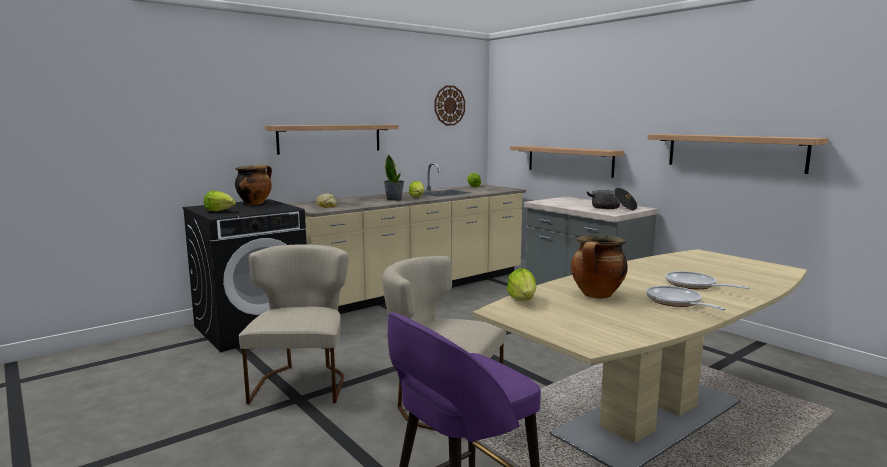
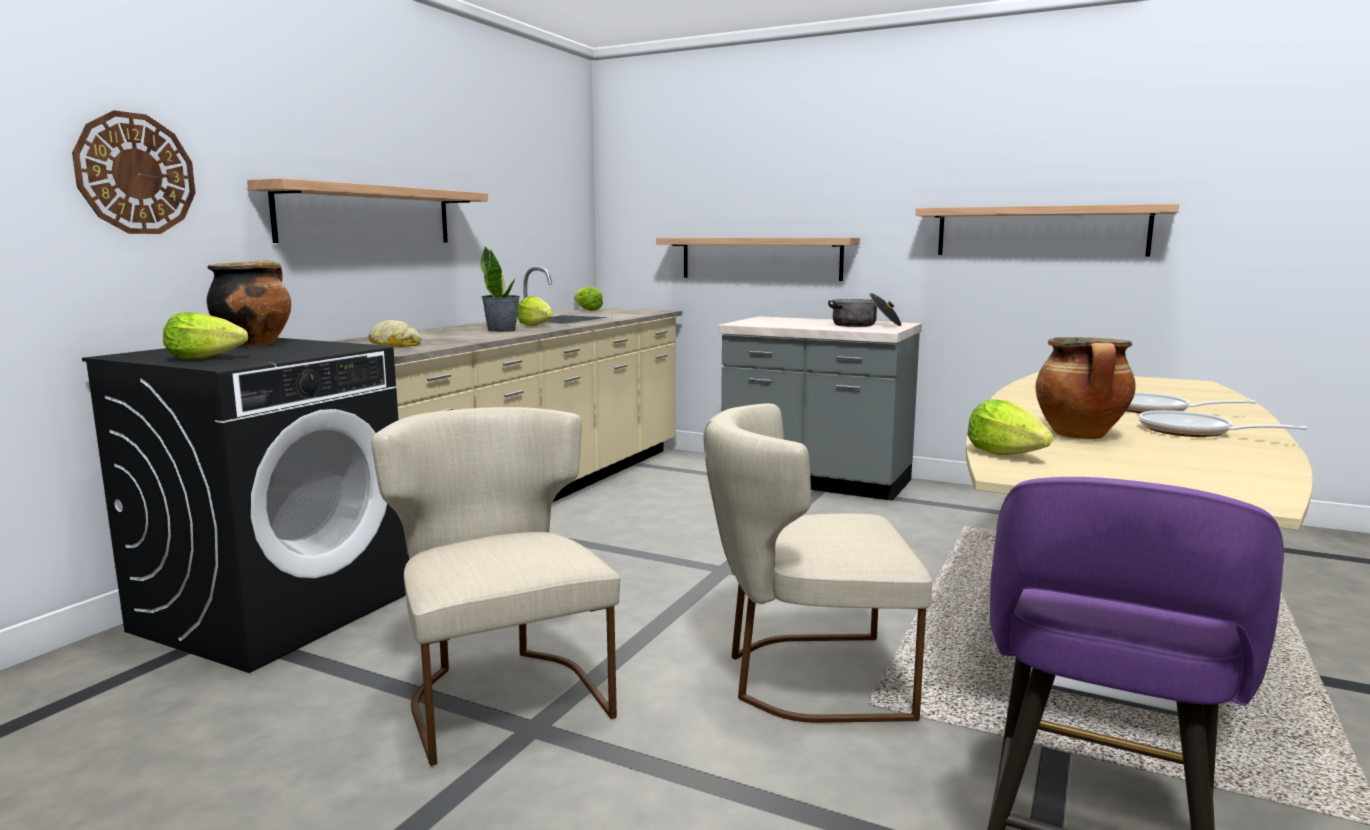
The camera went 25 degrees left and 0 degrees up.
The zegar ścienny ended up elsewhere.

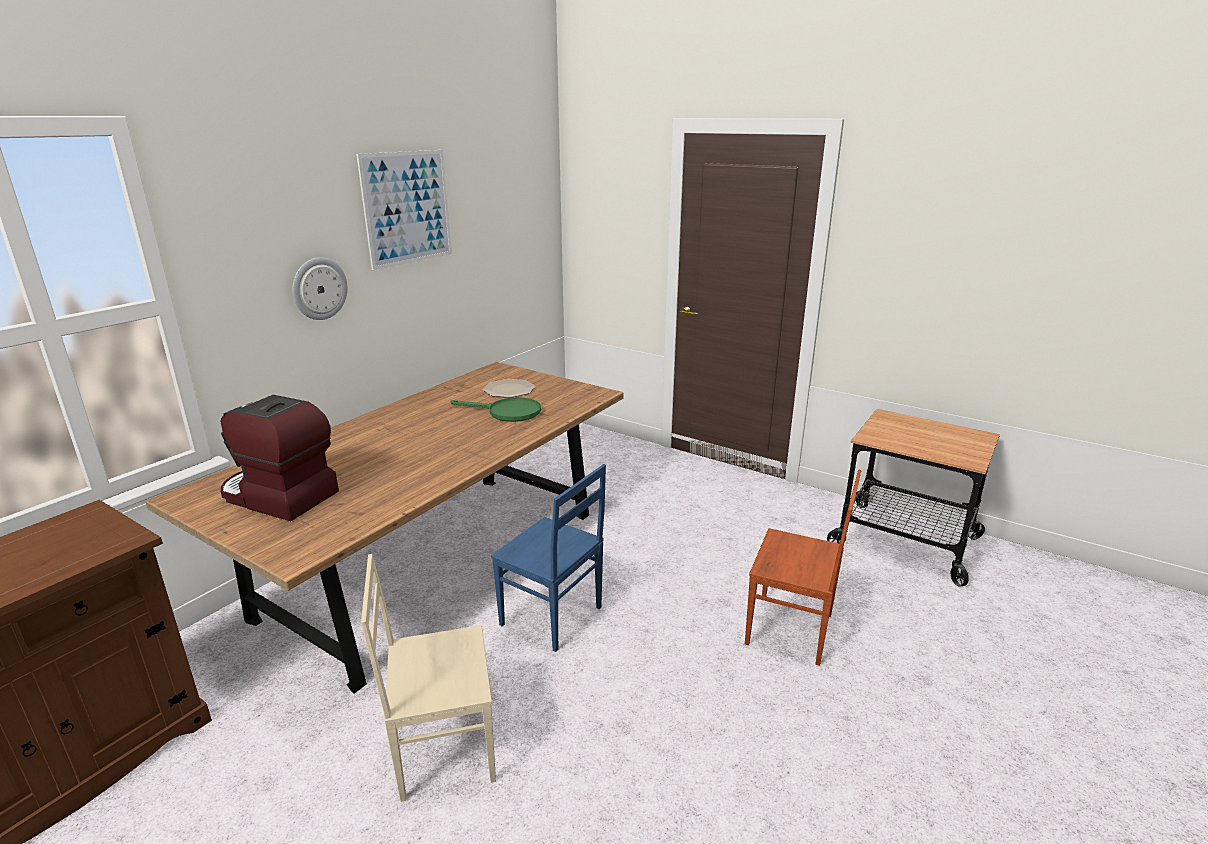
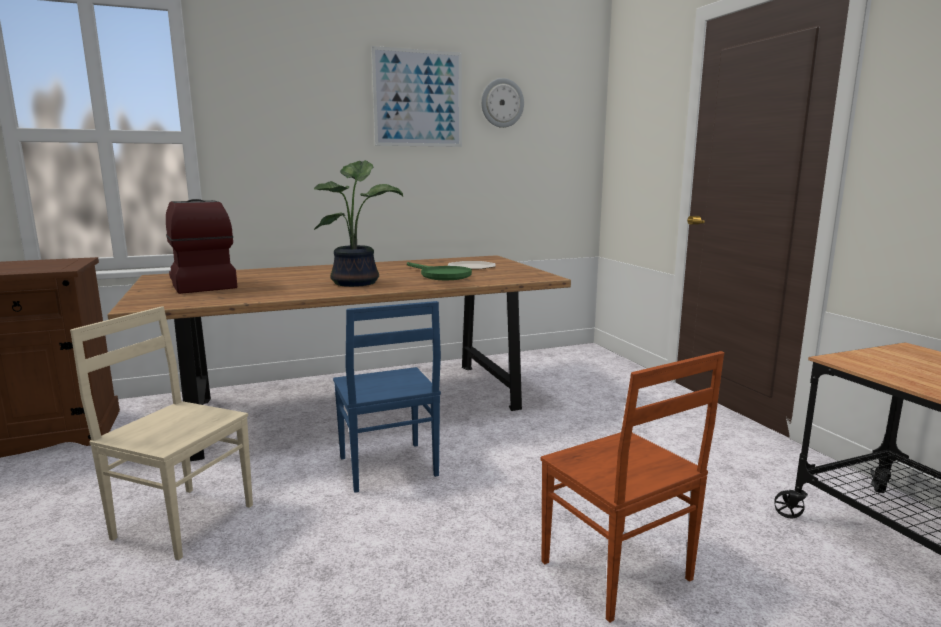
The camera went 35 degrees right and 10 degrees down.
The second view gained the roślina doniczkowa.
The zegar ścienny ended up elsewhere.

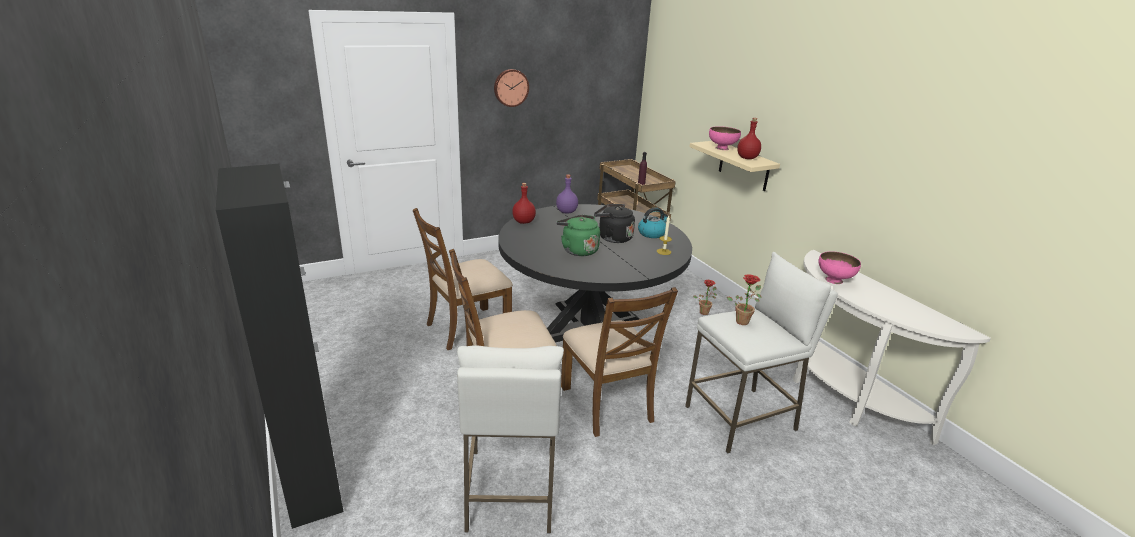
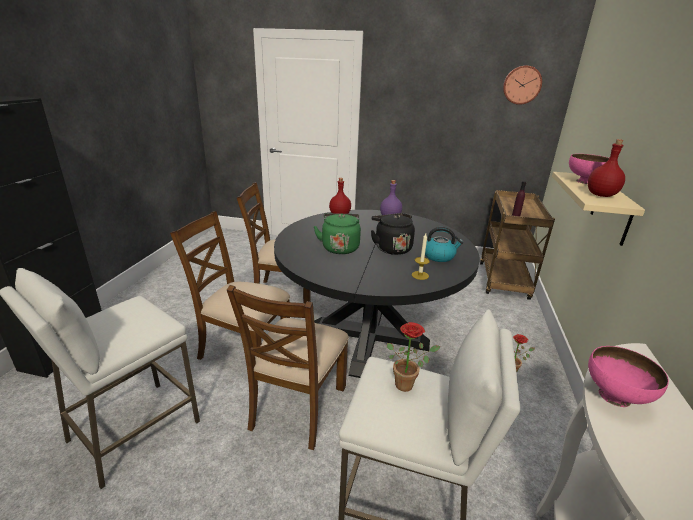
The camera went 40 degrees right and 0 degrees up.
The zegar ścienny ended up elsewhere.

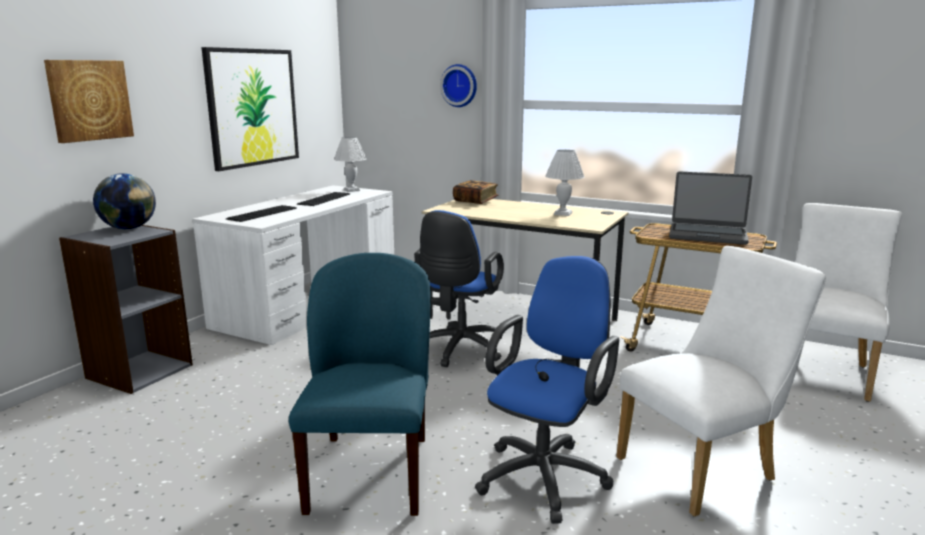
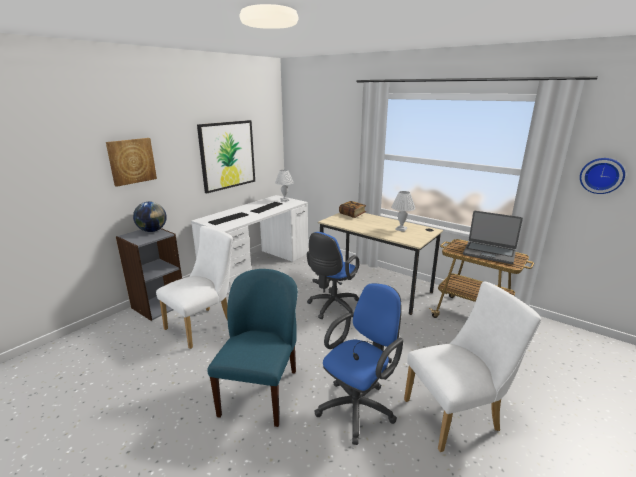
The camera went 10 degrees right and 5 degrees up.
The zegar ścienny ended up elsewhere.
The krzesło (biały) (no. 2 from left in the first image) ended up elsewhere.

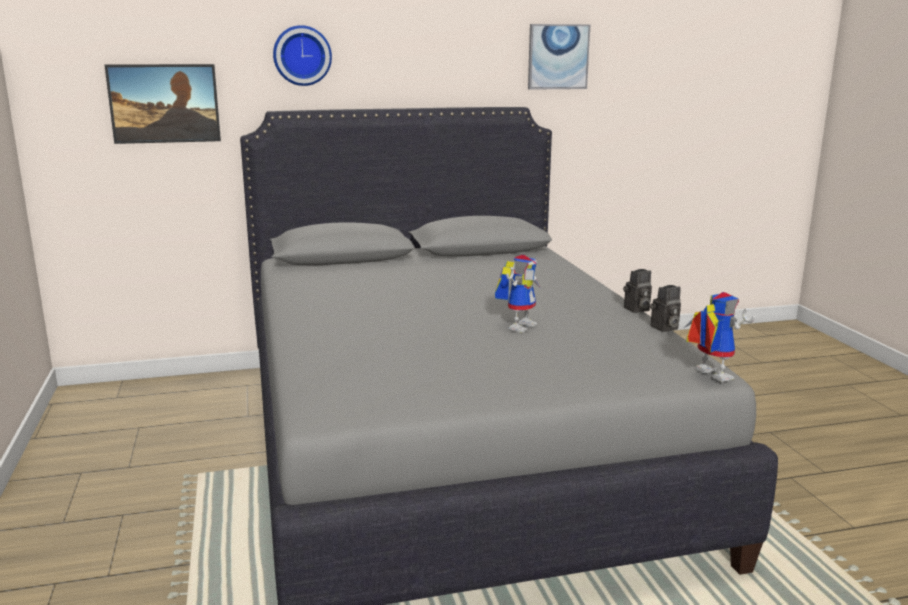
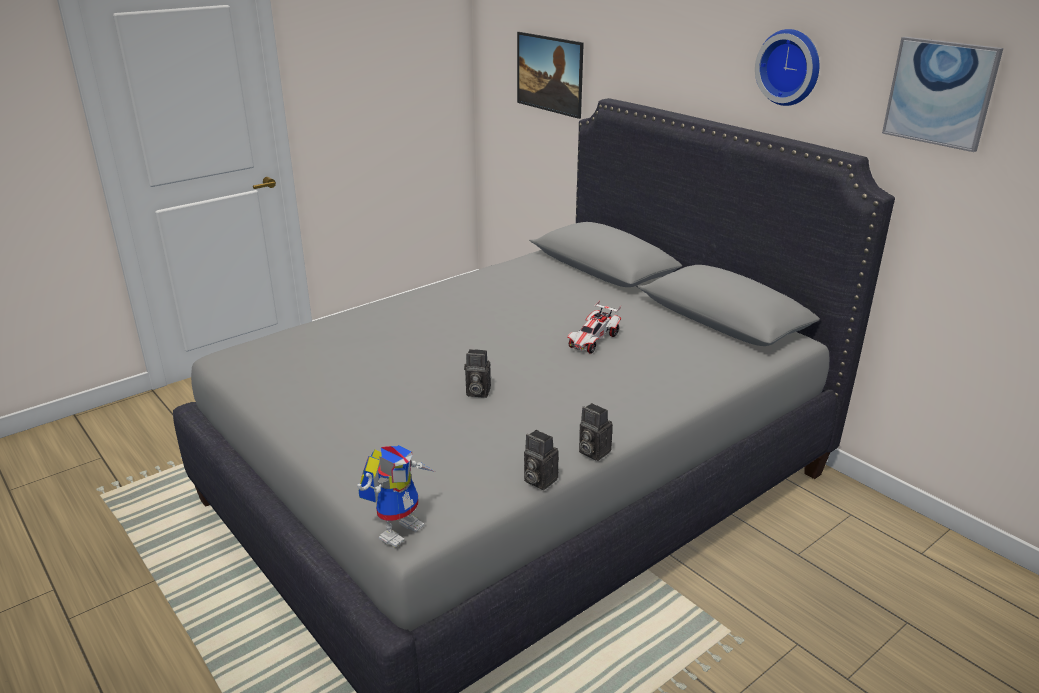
The camera went 65 degrees right and 10 degrees up.
The second view gained the samochodzik.
The zegar ścienny ended up elsewhere.
Where the robot zabawkowy (no. 1 from left) stood, the aparat fotograficzny (no. 1 from left) came to stand.

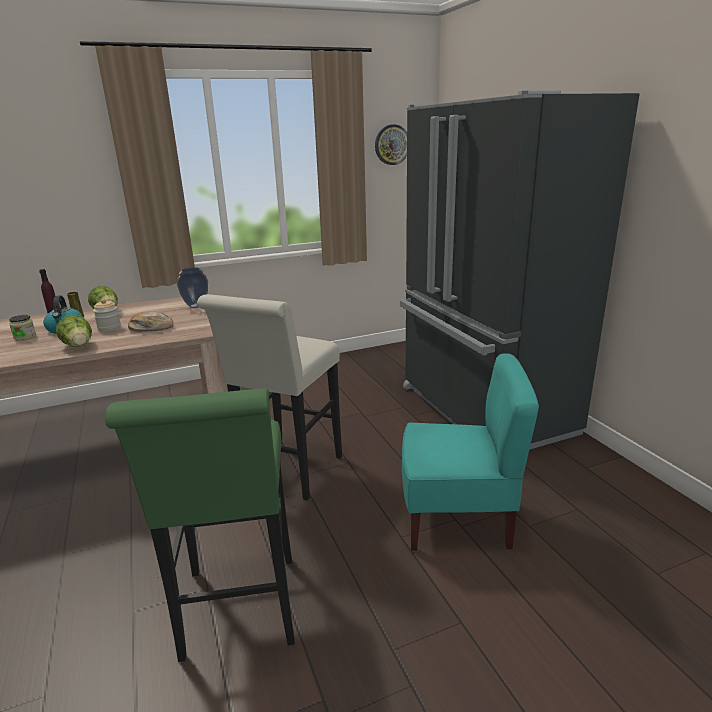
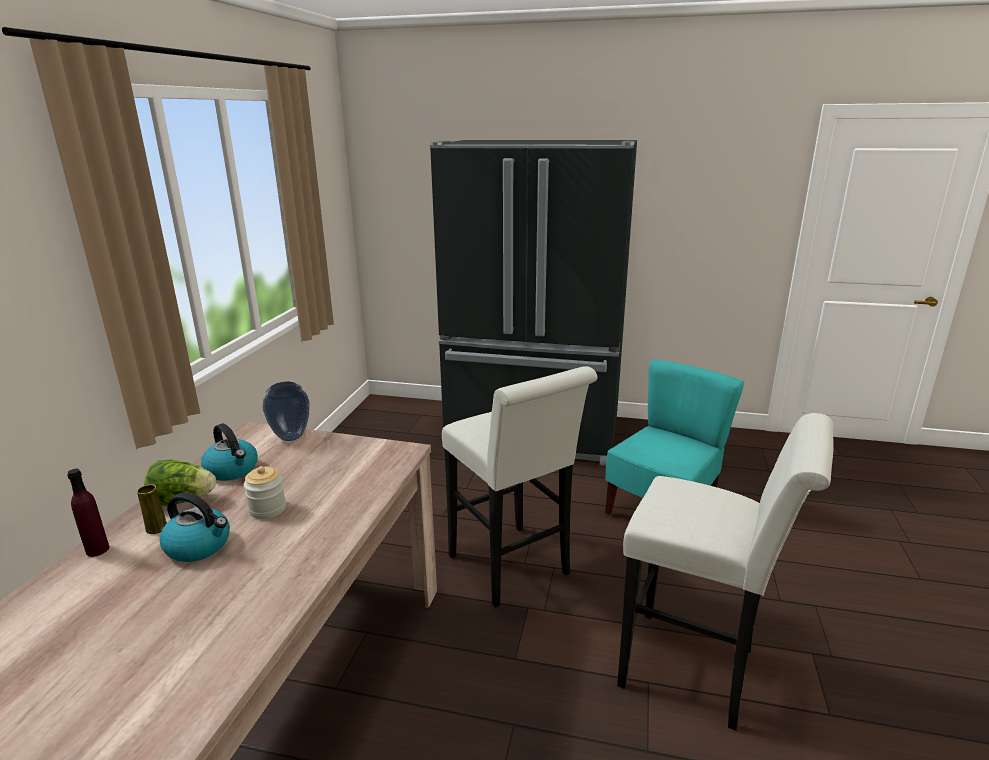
The camera went 55 degrees left and 0 degrees up.
The second view lost the słoik (no. 1 from left).
The second view lost the sałata (no. 1 from left).
The second view lost the chleb.
The second view lost the zegar ścienny.
The second view gained the czajnik (no. 2 from left).
What was the stołek (zielony) turned into the stołek (biały) (no. 2 from left).

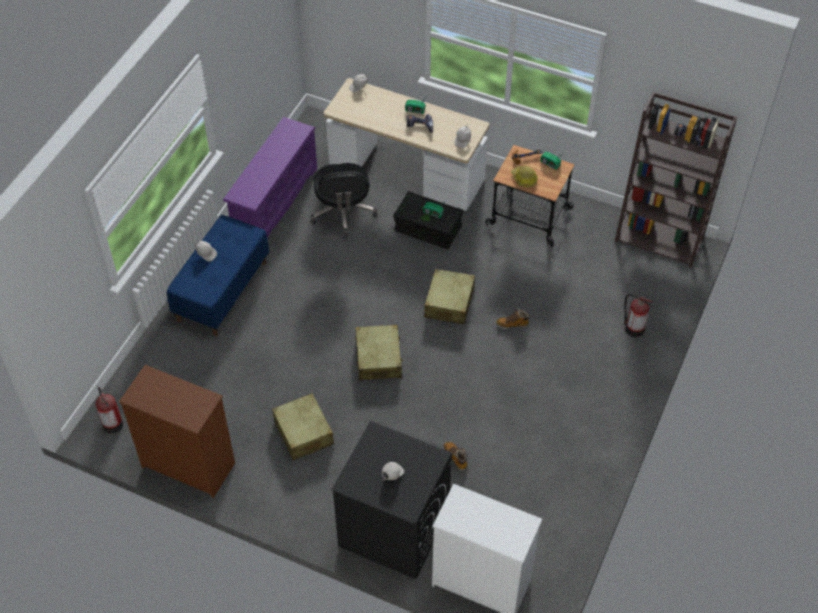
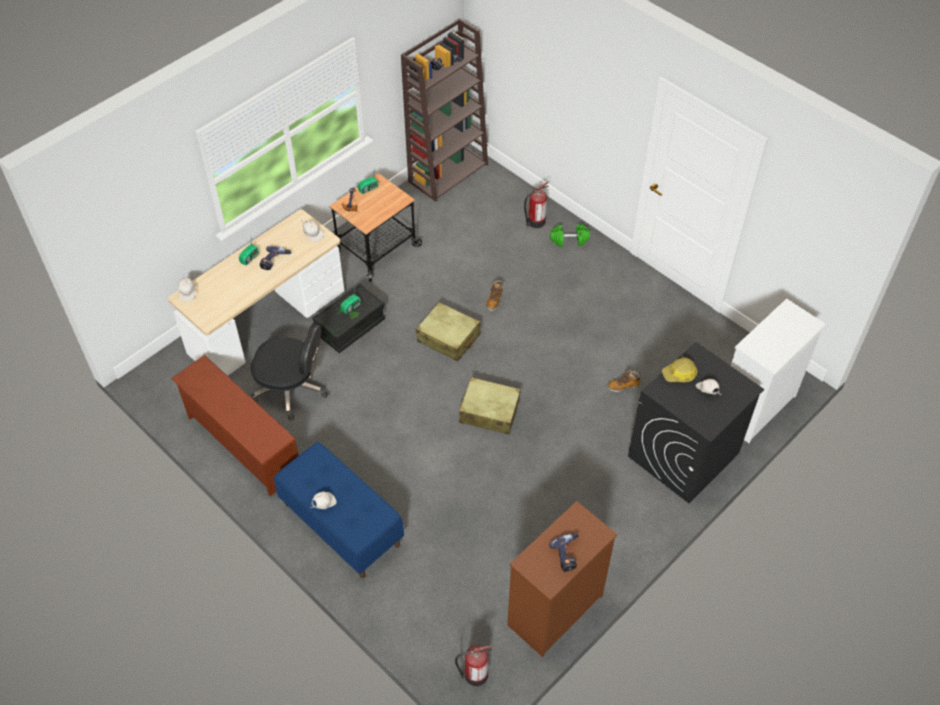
The camera went 70 degrees left and 0 degrees up.
The second view lost the walizka (beżowy) (no. 1 from left).
The second view gained the wiertarka (no. 3 from left).
The second view gained the hantel (zielony).
The kask ended up elsewhere.
What was the regał na buty (fioletowy) turned into the regał na buty (brązowy).

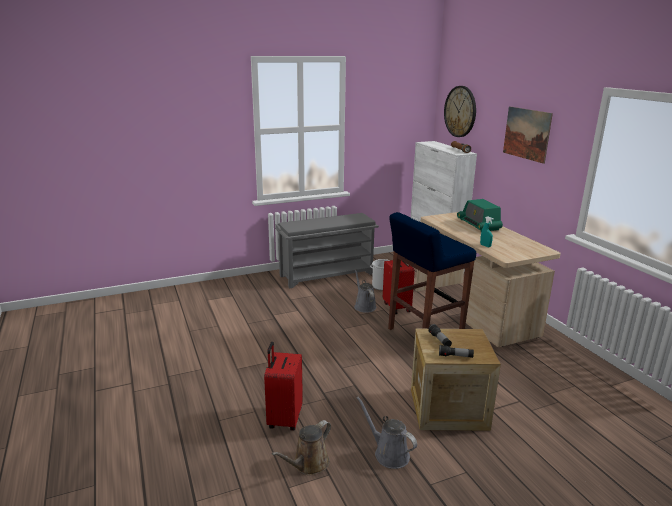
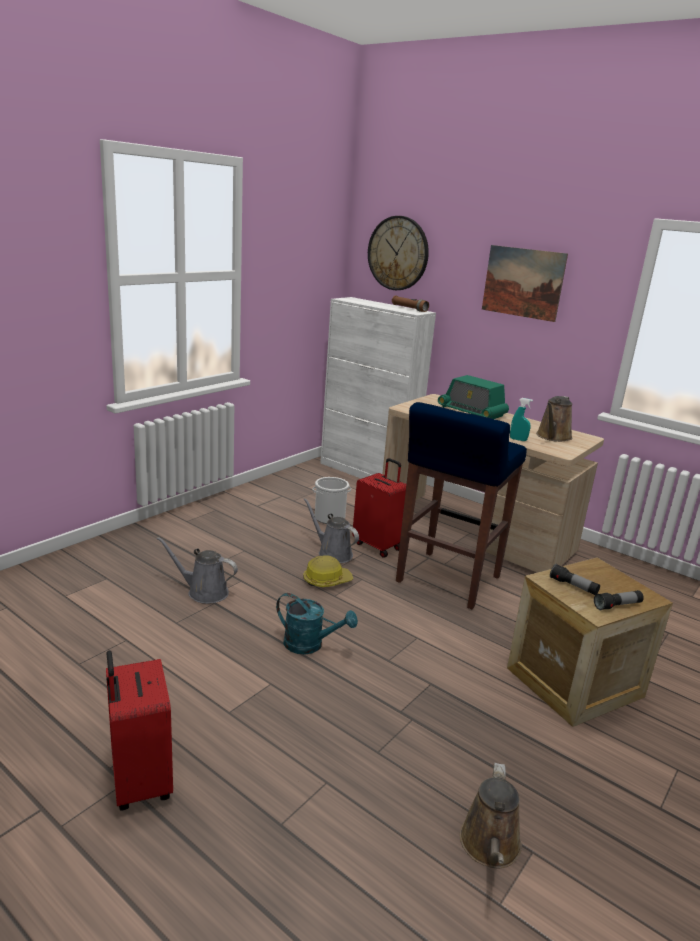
The camera went 30 degrees left and 0 degrees up.
The second view lost the regał na buty (szary).
The second view gained the konewka (turkusowy).
The second view gained the kask.
The second view gained the konewka (brązowy) (no. 2 from left).
The walizka (czerwony) (no. 1 from left) ended up elsewhere.
The konewka (szary) (no. 2 from left in the first image) ended up elsewhere.

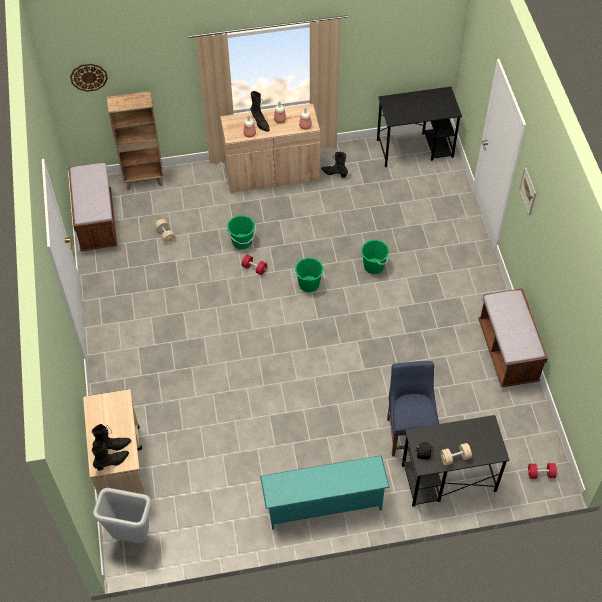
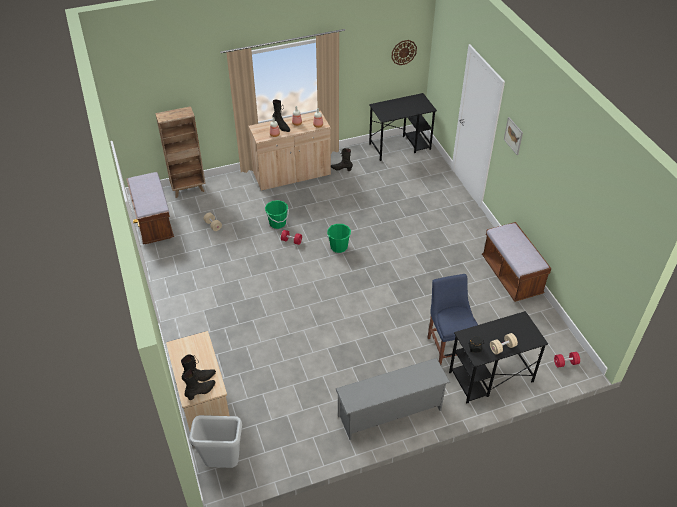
The camera went 10 degrees left and 10 degrees down.
The second view lost the wiadro (zielony) (no. 3 from left).
The zegar ścienny ended up elsewhere.
What was the regał na buty (turkusowy) turned into the regał na buty (szary).

